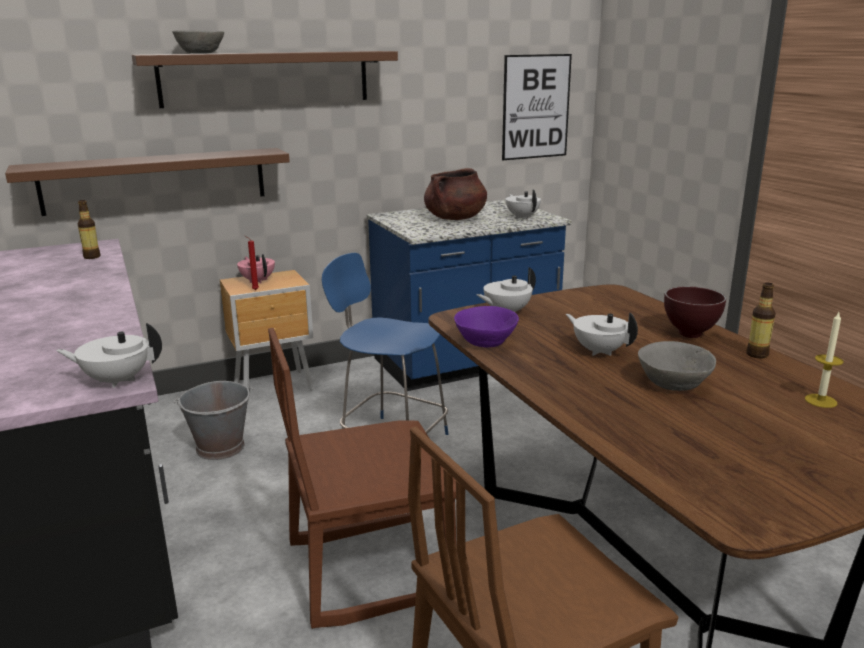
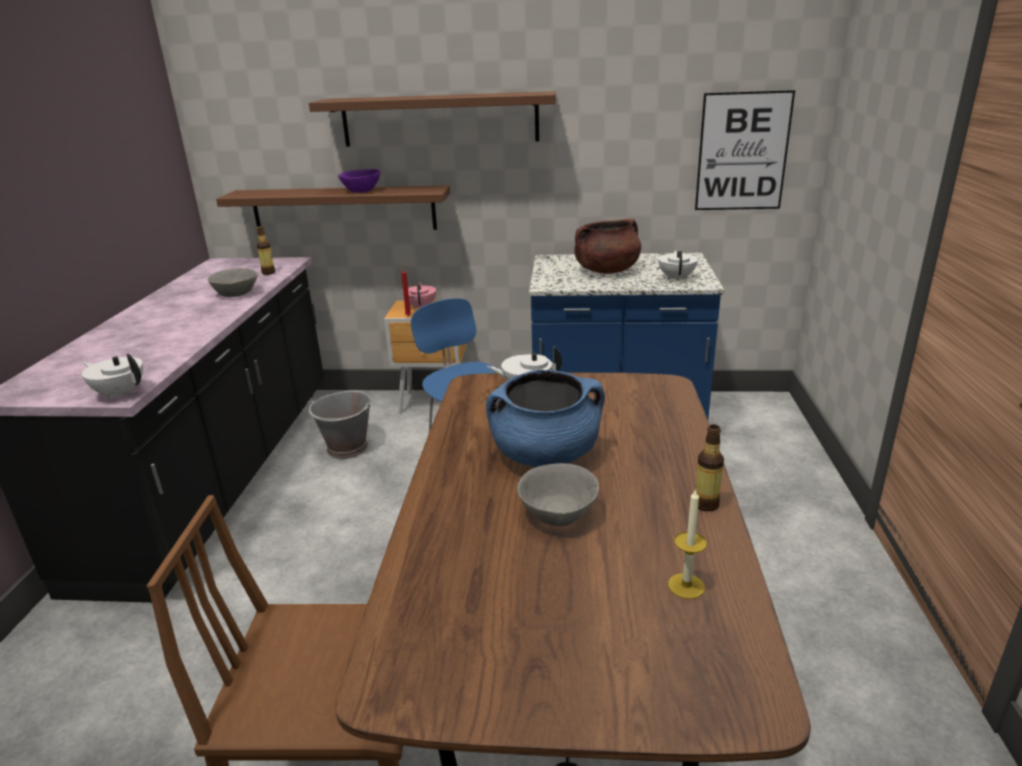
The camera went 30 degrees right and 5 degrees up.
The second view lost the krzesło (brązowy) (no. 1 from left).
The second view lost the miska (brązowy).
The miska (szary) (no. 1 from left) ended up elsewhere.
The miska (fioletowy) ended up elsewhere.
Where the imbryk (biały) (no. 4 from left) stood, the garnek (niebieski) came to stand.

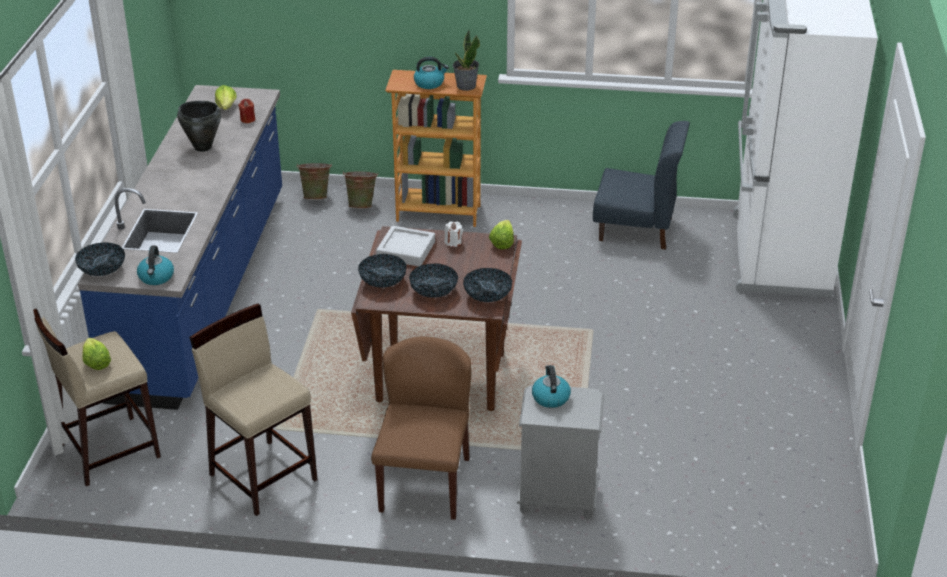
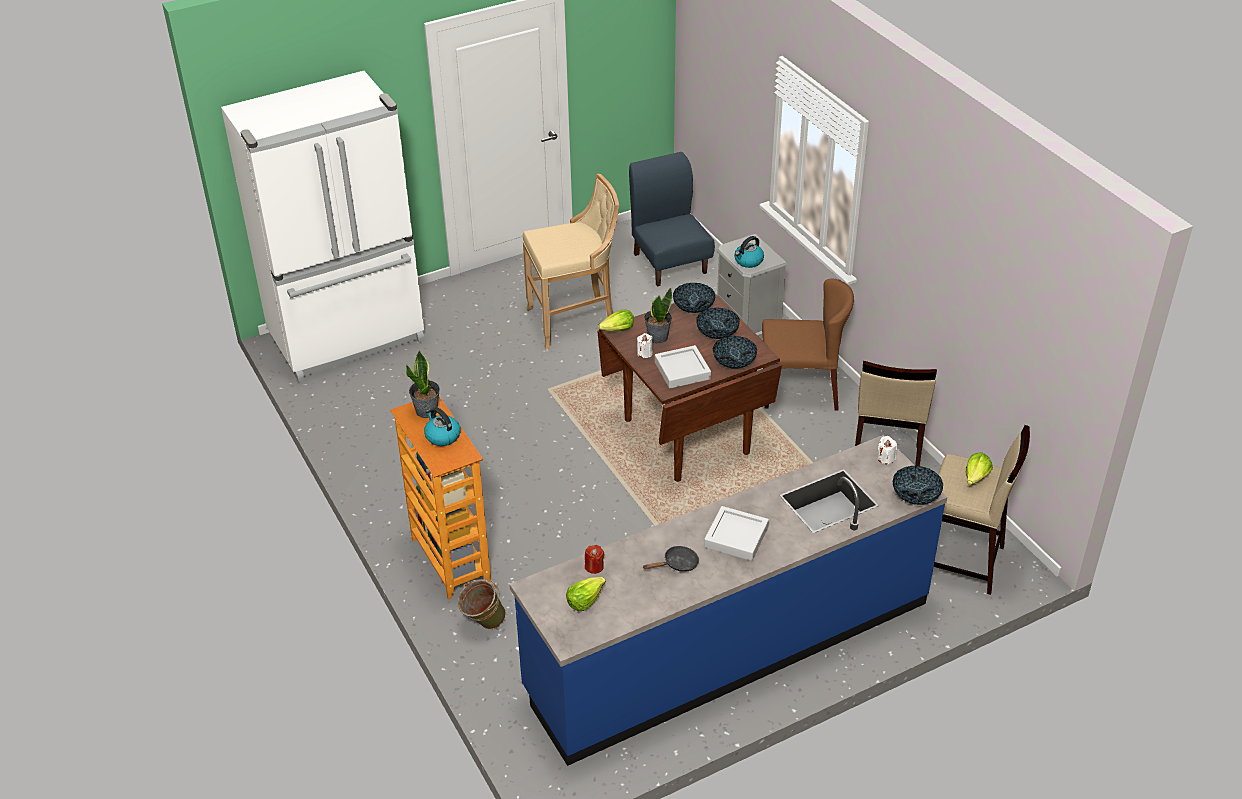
The camera went 125 degrees left and 5 degrees up.
The second view lost the wiadro (zielony) (no. 1 from left).
The second view gained the stołek (beżowy) (no. 1 from left).
The second view gained the roślina doniczkowa (no. 2 from left).
The second view gained the taca (szary) (no. 2 from left).
The krzesło (niebieski) ended up elsewhere.
Where the czajnik (no. 1 from left) stood, the świeca (biały) (no. 2 from left) came to stand.
Where the garnek (czarny) stood, the patelnia (czarny) came to stand.
The krzesło (brązowy) ended up facing another way, 150 degrees counterclockwise from before.

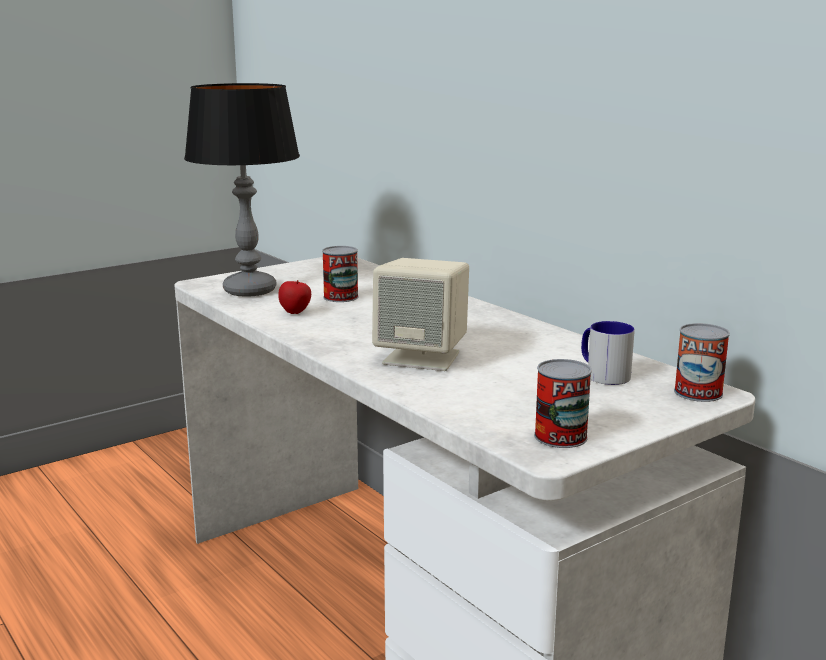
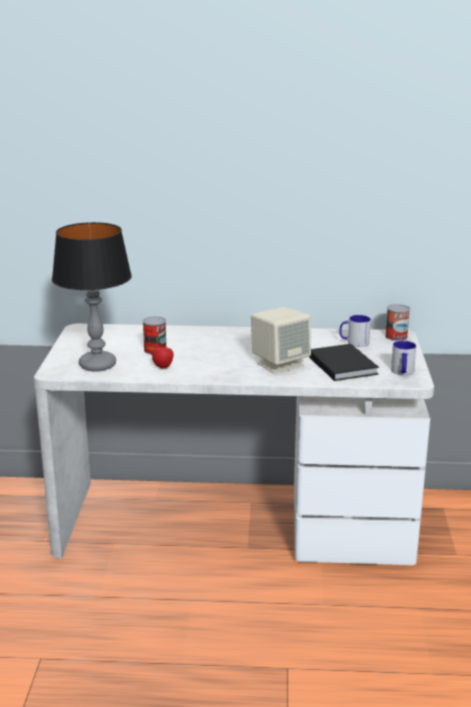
The camera went 50 degrees left and 5 degrees up.
The second view gained the książka (czarny).
Where the puszka (no. 2 from left) stood, the kubek (no. 2 from left) came to stand.

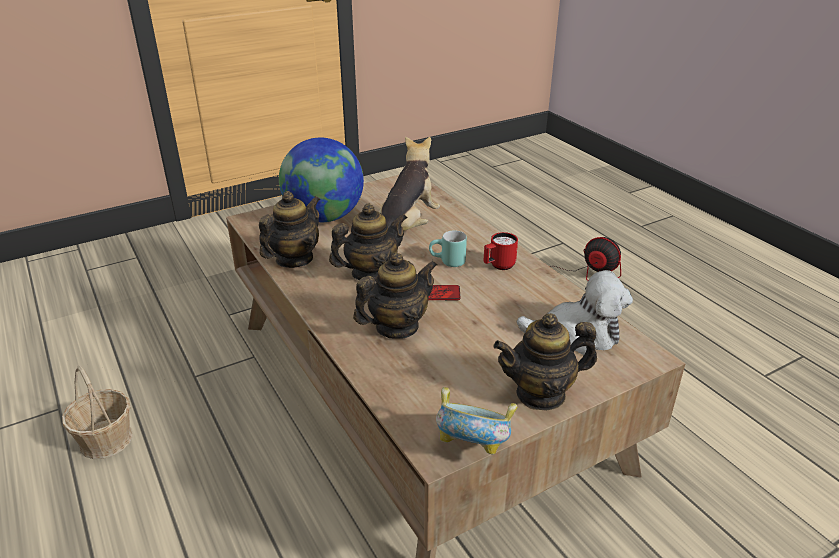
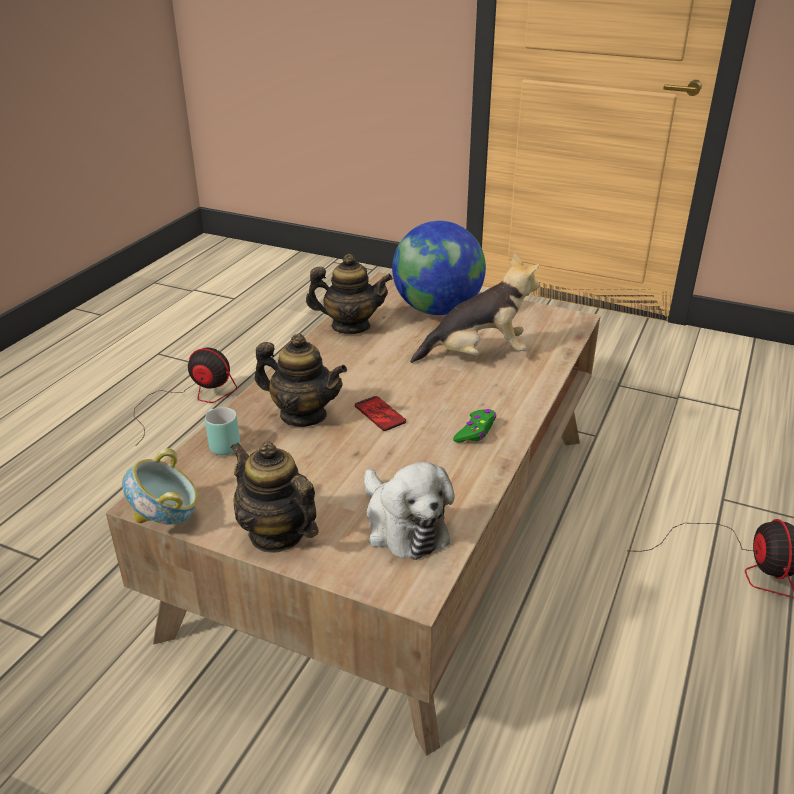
The camera went 55 degrees right and 0 degrees up.
The second view lost the imbryk (no. 2 from left).
The kubek (turkusowy) ended up elsewhere.
Where the koszyk stood, the wentylator (no. 1 from left) came to stand.
Where the kubek (czerwony) stood, the pad do gier (zielony) came to stand.

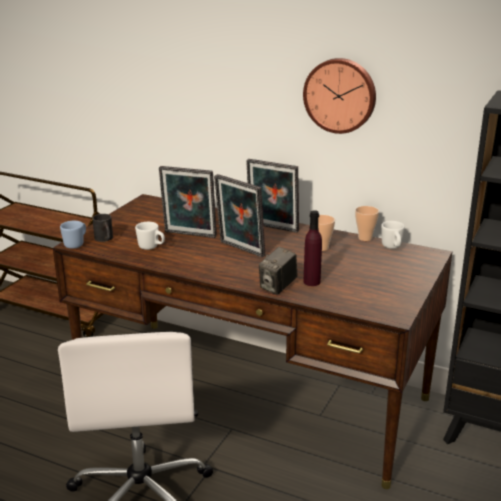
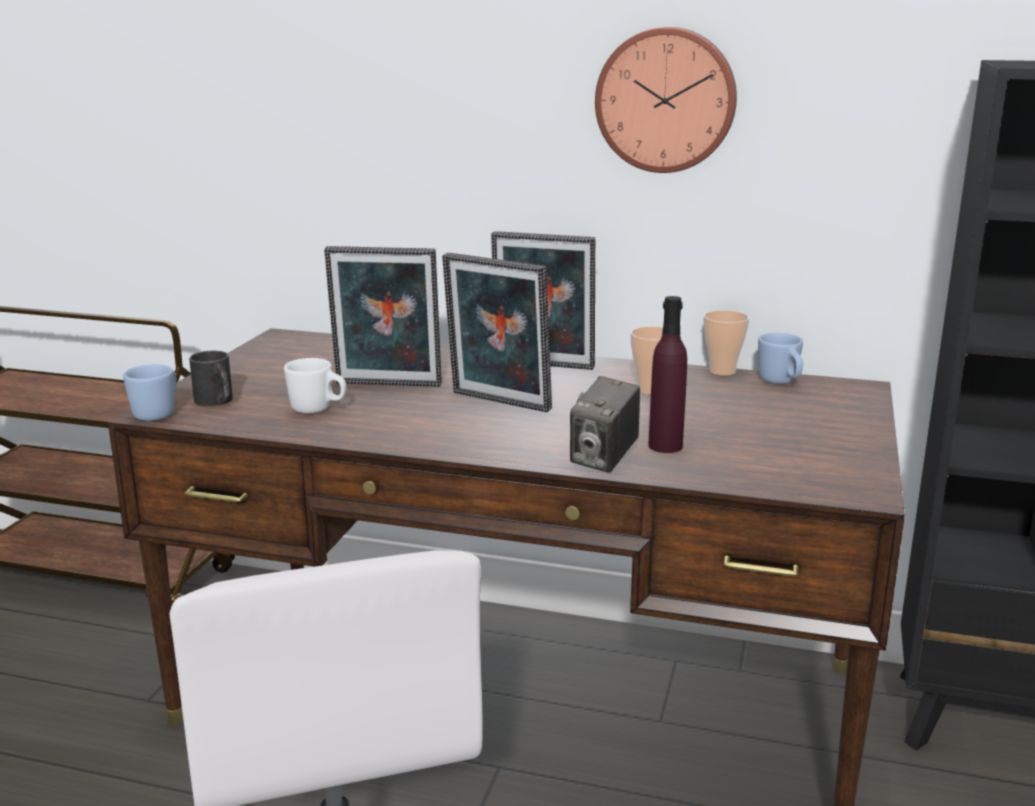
The camera went 10 degrees left and 5 degrees down.
What was the kubek (biały) (no. 2 from left) turned into the kubek (niebieski) (no. 2 from left).

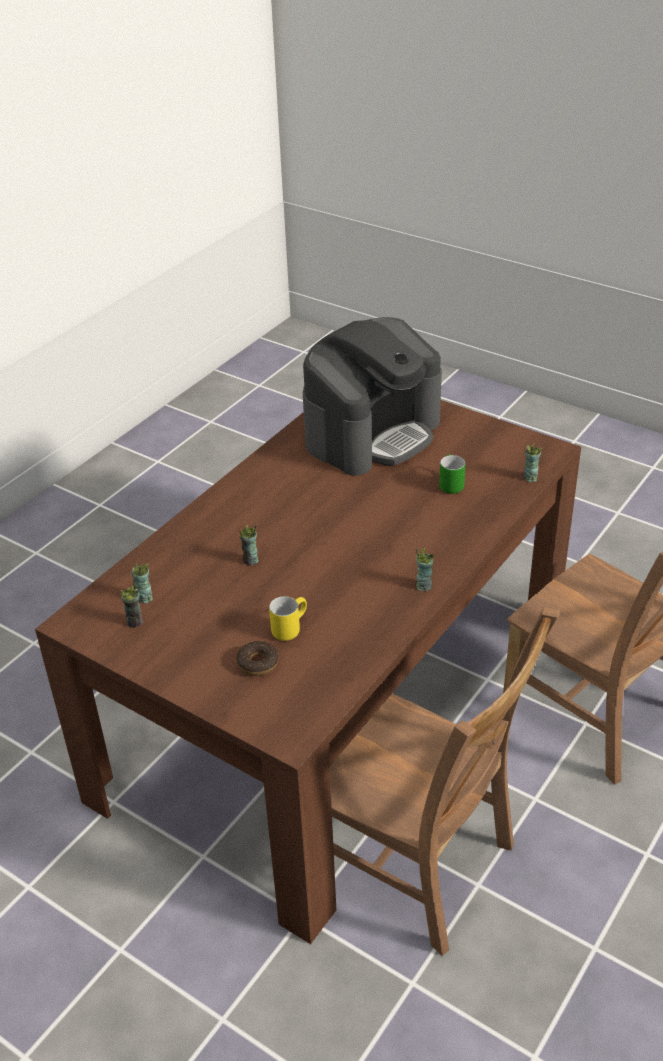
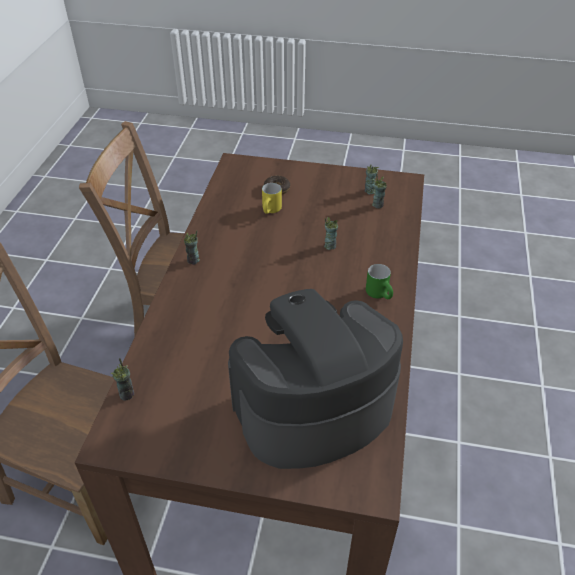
The camera went 155 degrees right and 5 degrees up.
The kubek (zielony) ended up elsewhere.
The ekspres do kawy ended up facing another way, 45 degrees clockwise from before.

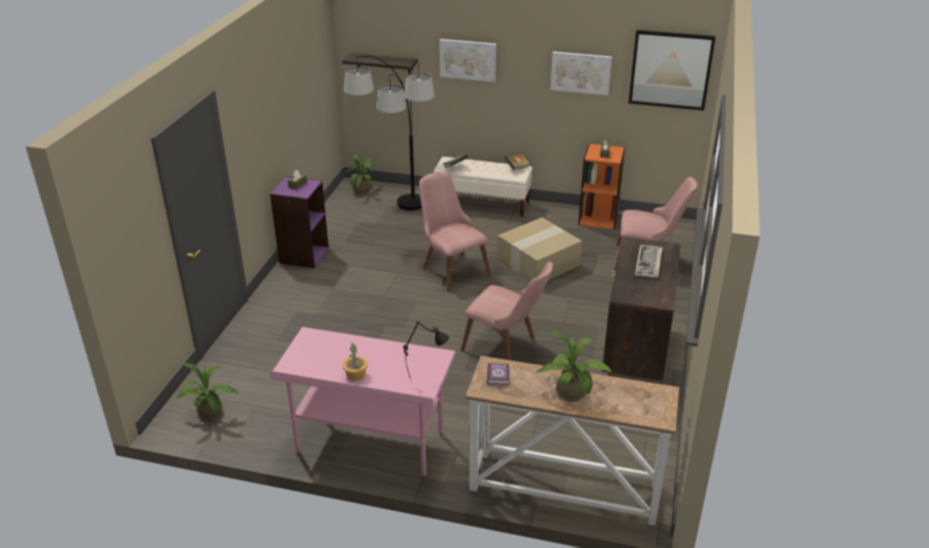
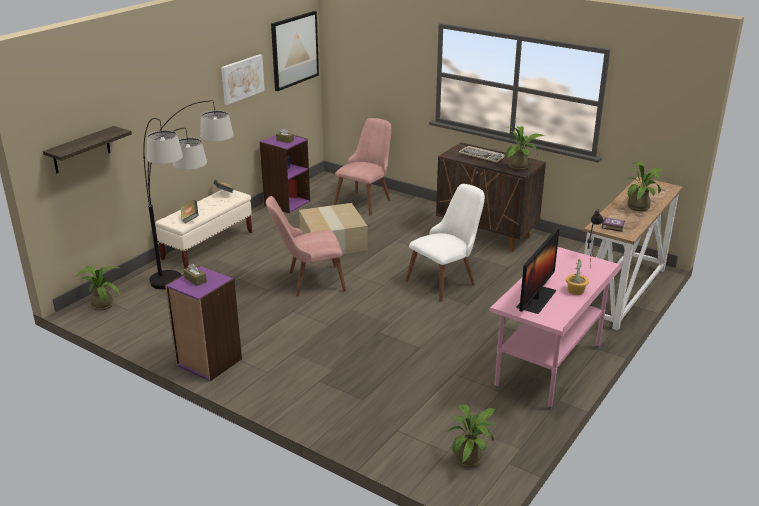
The camera went 70 degrees left and 5 degrees down.
The second view lost the obraz (no. 1 from left).
The second view gained the roślina doniczkowa (no. 3 from left).
The second view gained the monitor.
What was the krzesło (różowy) (no. 2 from left) turned into the krzesło (biały).
What was the regał (pomarańczowy) turned into the regał (fioletowy) (no. 2 from left).

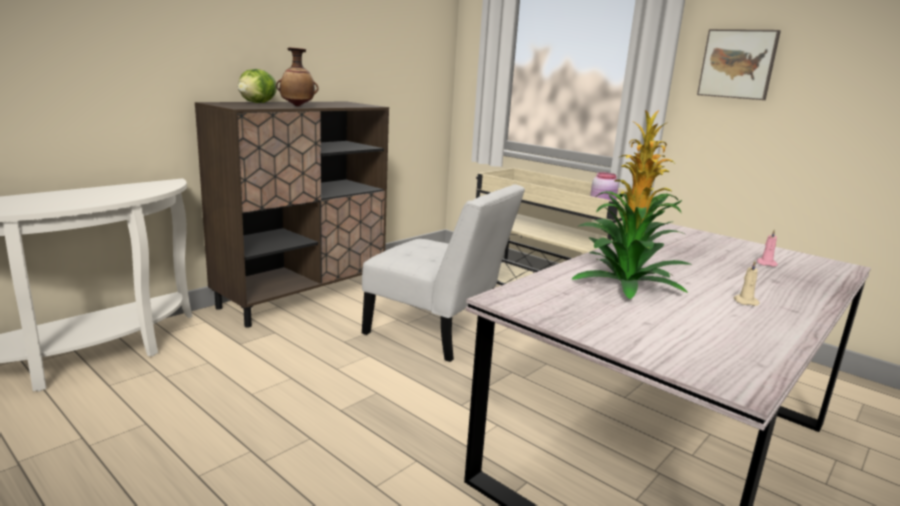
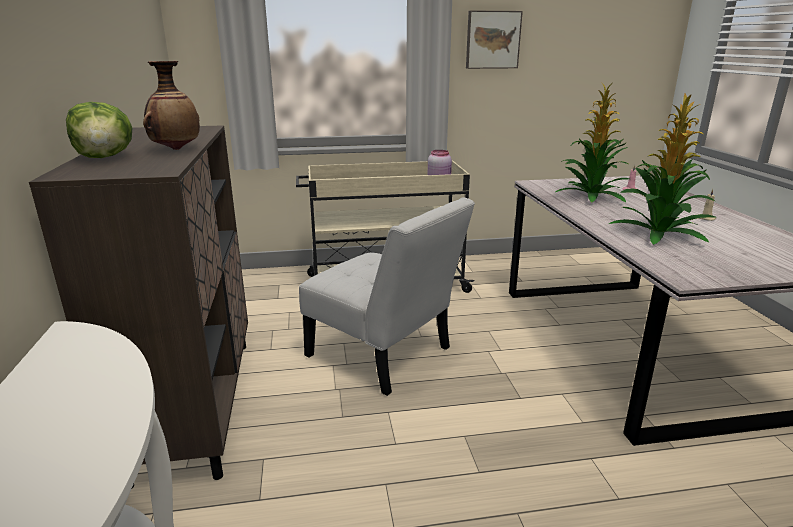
The camera went 50 degrees left and 5 degrees up.
The second view gained the roślina doniczkowa (no. 1 from left).
The krzesło (biały) ended up facing another way, 60 degrees clockwise from before.

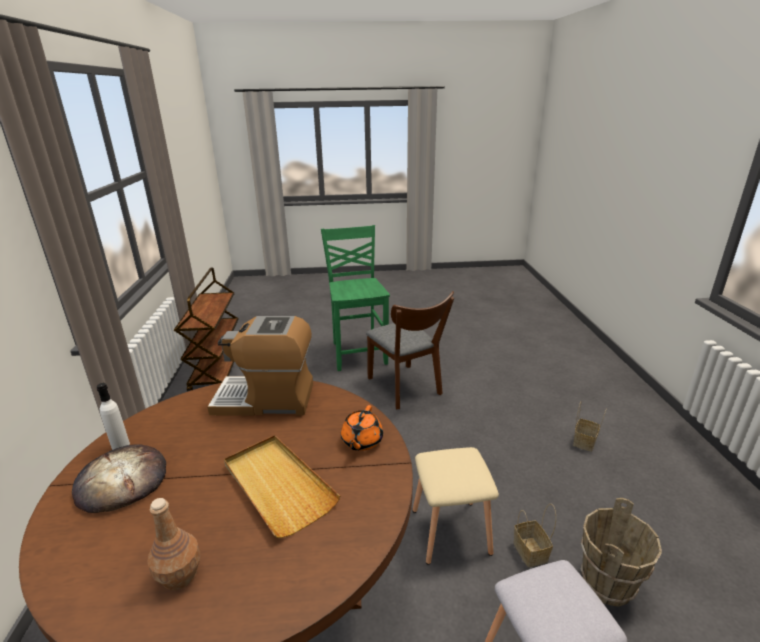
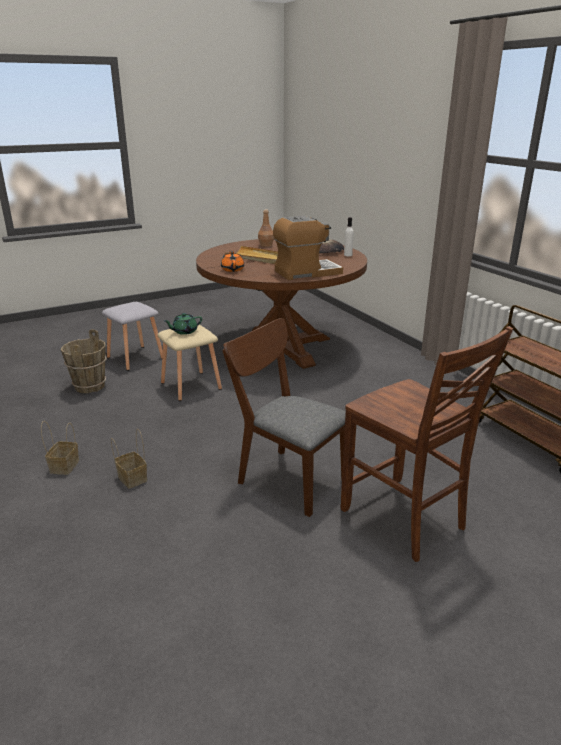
The camera went 155 degrees right and 0 degrees up.
The second view gained the imbryk (zielony).
The koszyk (no. 1 from left in the first image) ended up elsewhere.
What was the krzesło (zielony) turned into the krzesło (brązowy) (no. 2 from left).

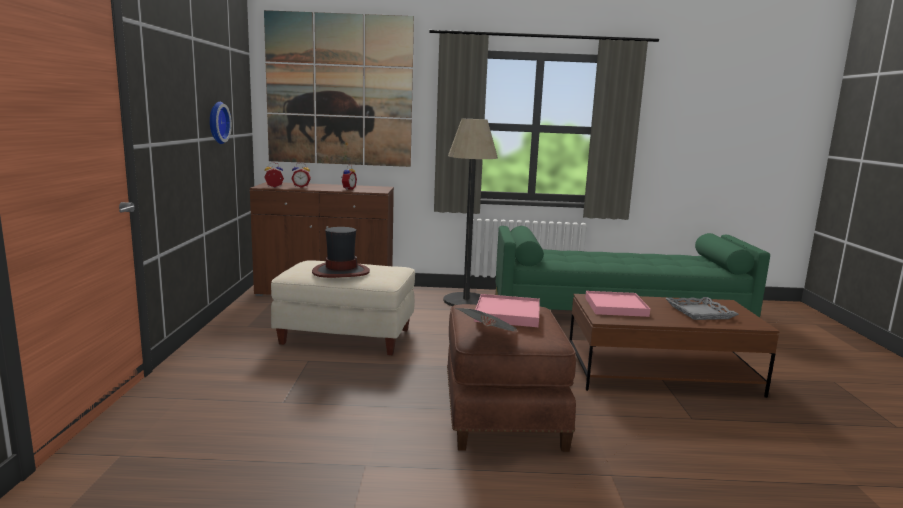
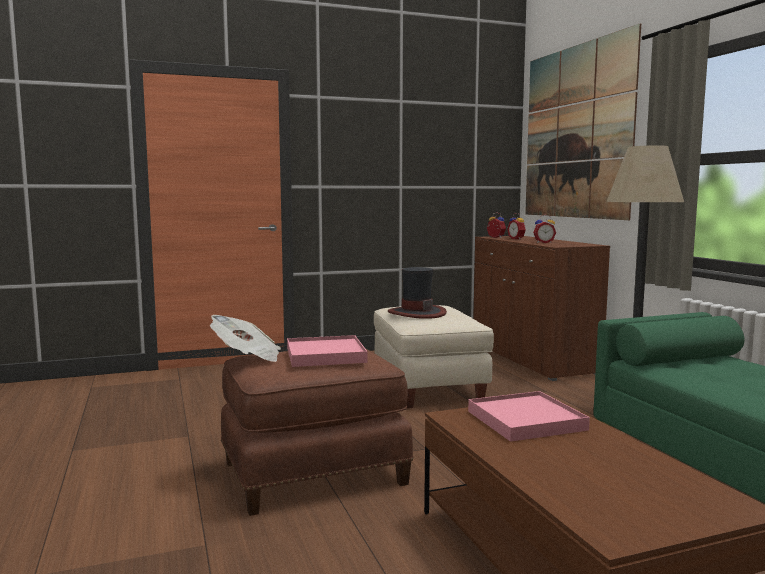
The camera went 70 degrees right and 5 degrees down.
The second view lost the zegar ścienny.
The second view lost the taca (szary).

